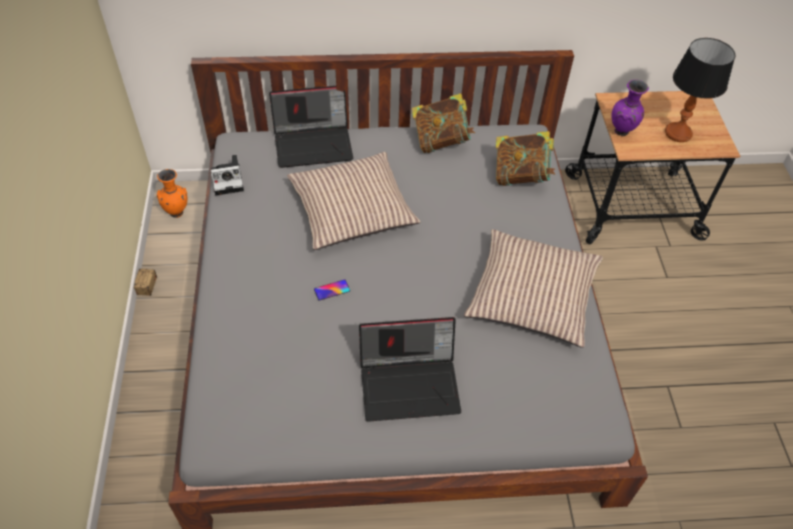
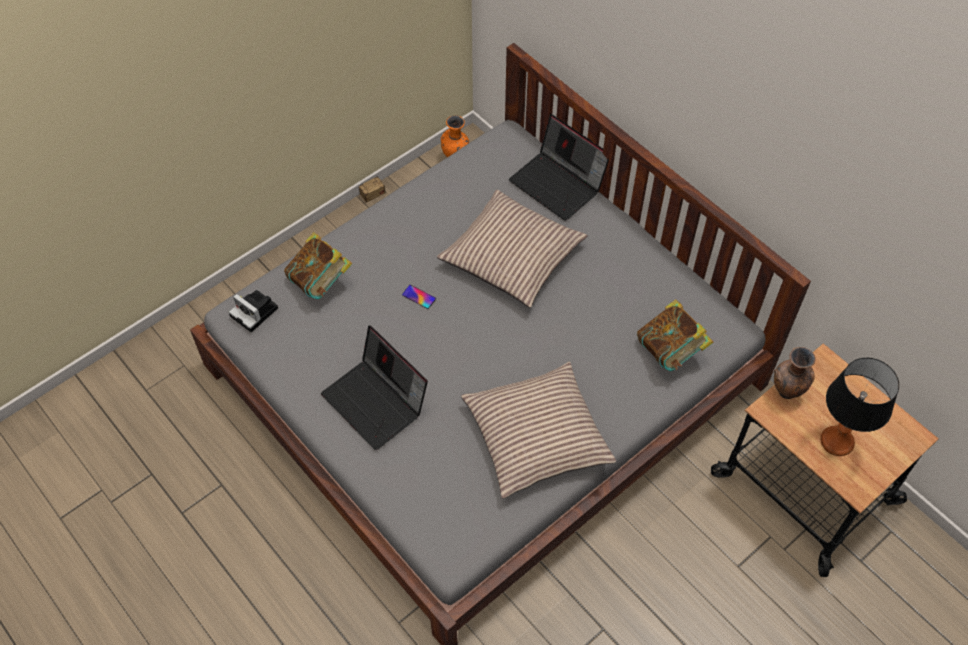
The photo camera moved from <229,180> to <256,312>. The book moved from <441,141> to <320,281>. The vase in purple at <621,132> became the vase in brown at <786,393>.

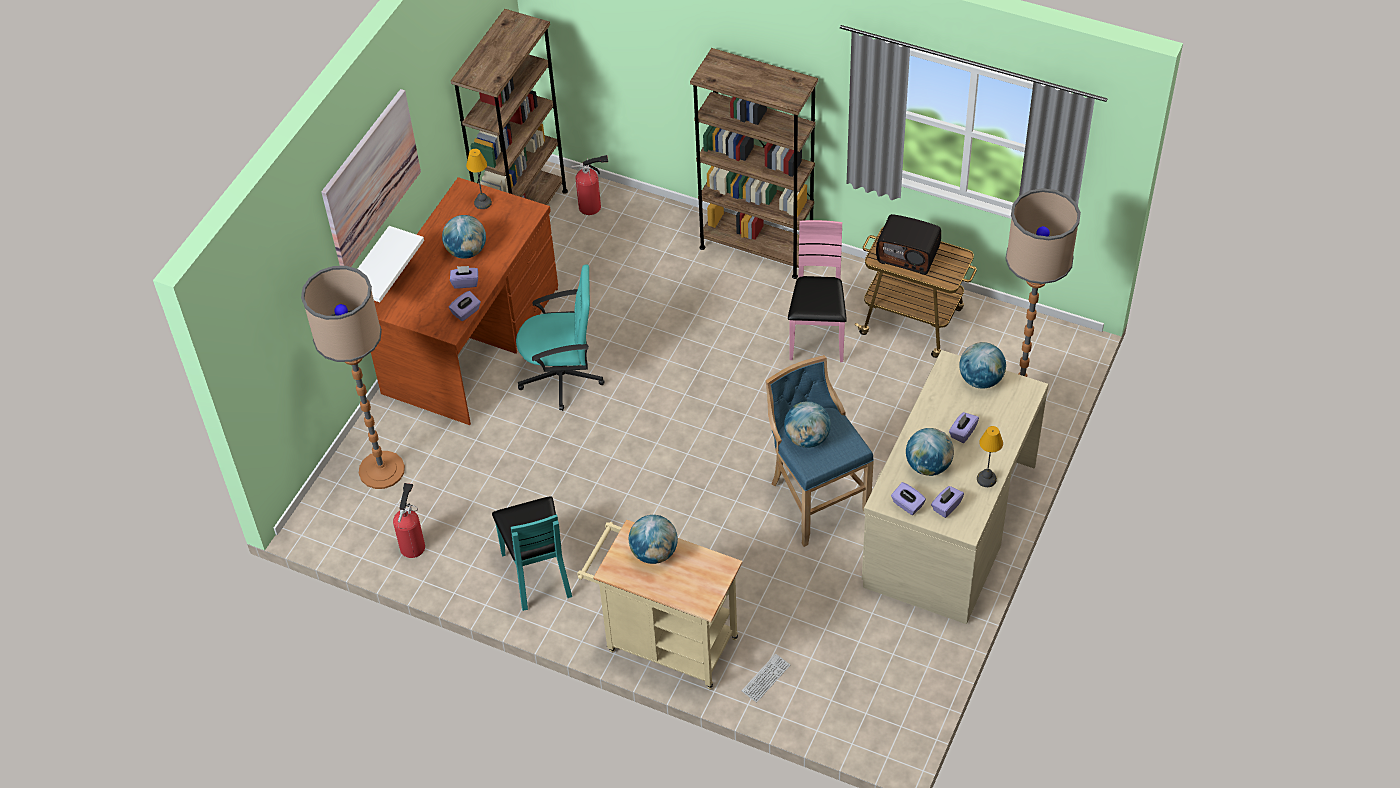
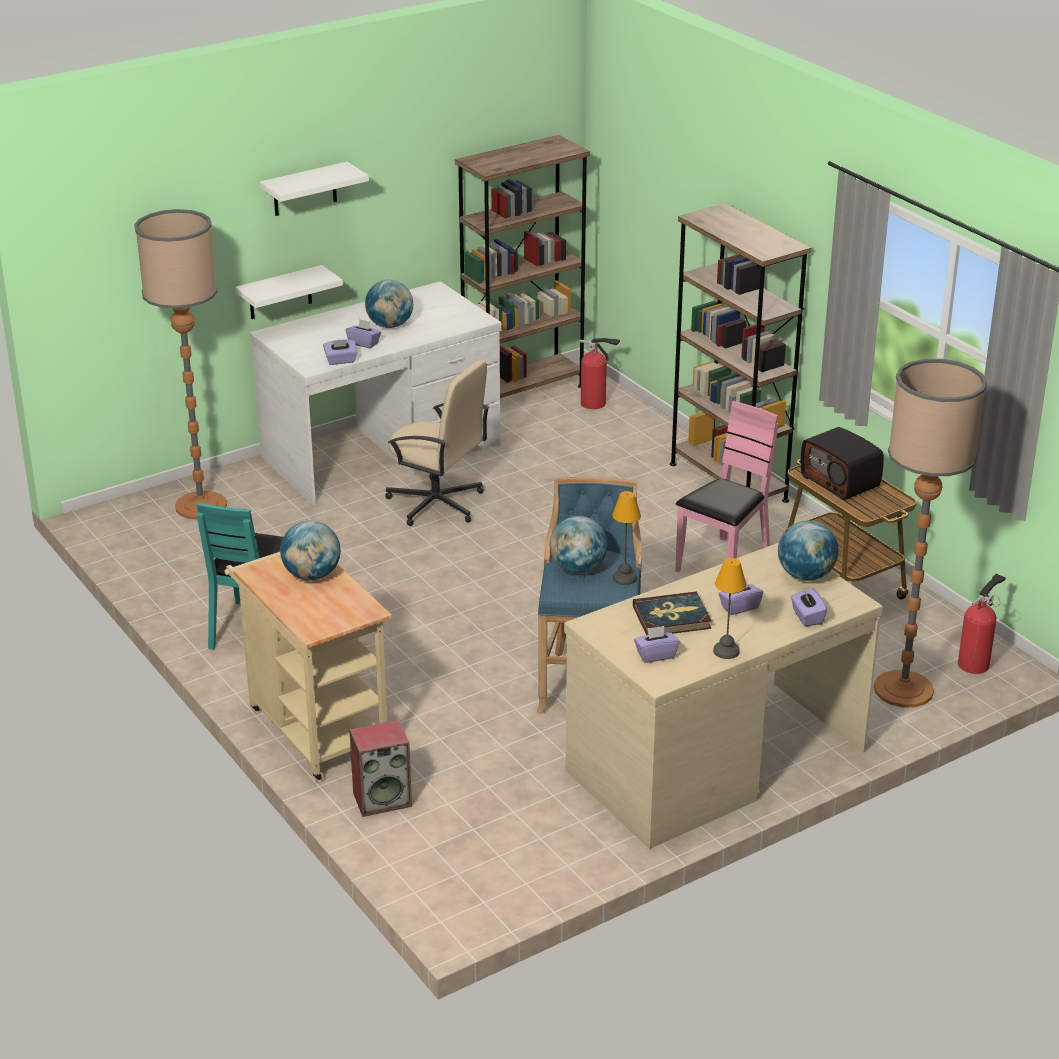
The fire extinguisher moved from <413,545> to <975,663>. The table lamp moved from <482,202> to <624,577>. The tissue box in purple moved from <907,505> to <807,617>. The picture at <370,180> was replaced by the shelf in white at <304,189>. The keyboard at <766,678> was replaced by the speaker at <383,799>. The globe at <928,466> was replaced by the book at <671,617>. The desk in brown at <472,340> became the desk in white at <382,452>. The office chair in turquoise at <563,376> became the office chair in beige at <437,504>.

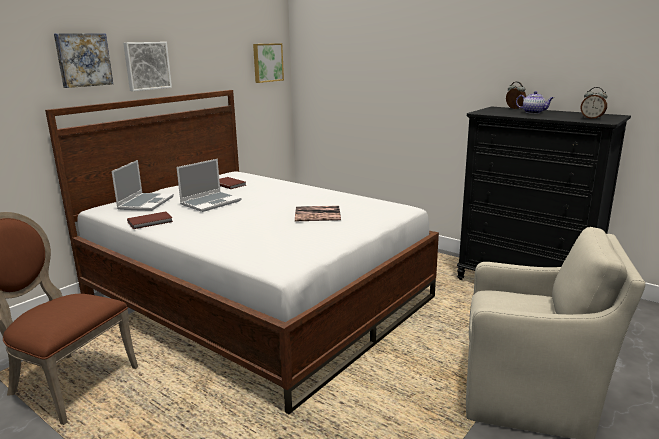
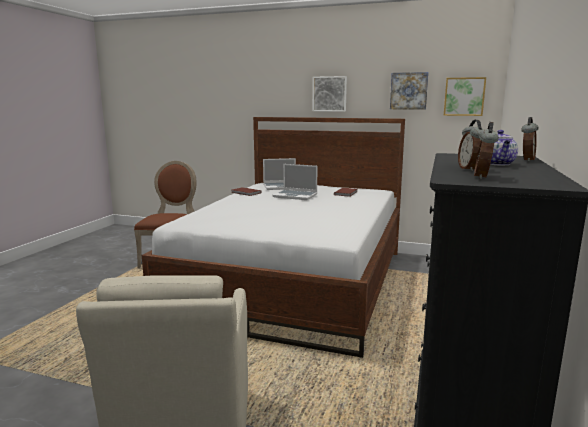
The book at <317,215> disappeared. The alarm clock at <469,169> appeared. The picture moved from <83,60> to <409,91>.

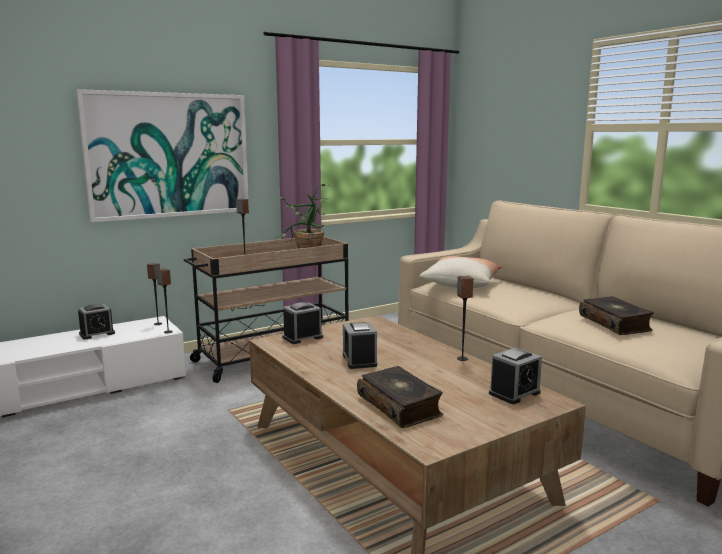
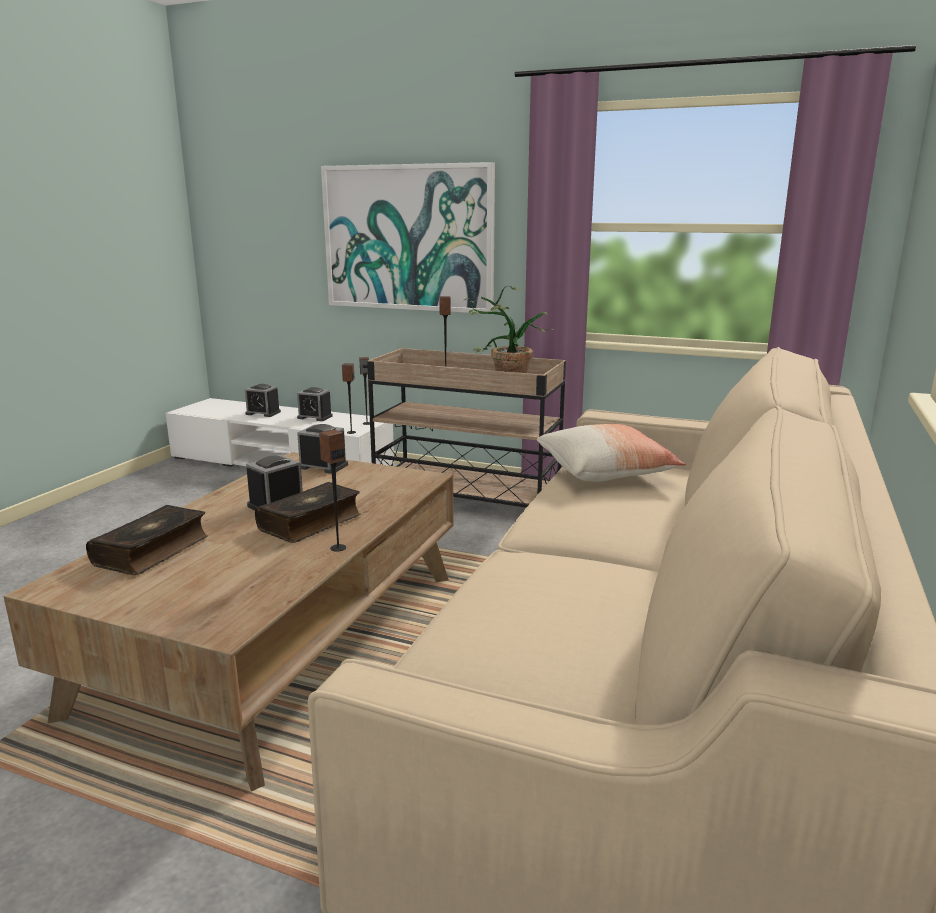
The alarm clock moved from <514,393> to <263,413>. The book moved from <615,323> to <311,523>.

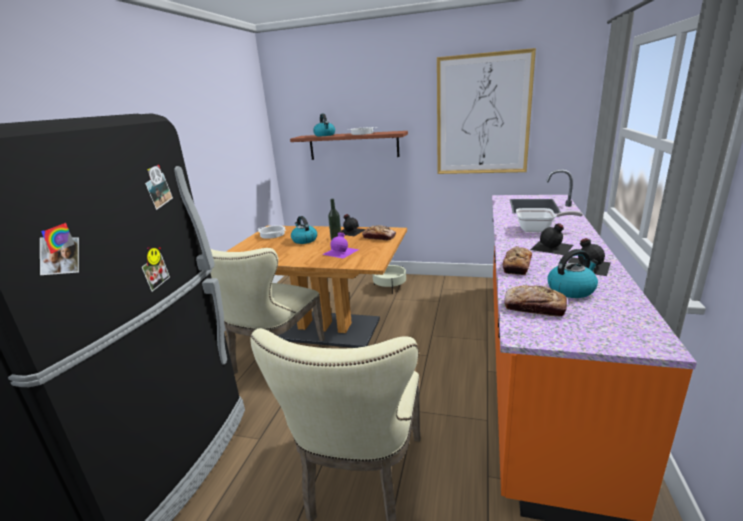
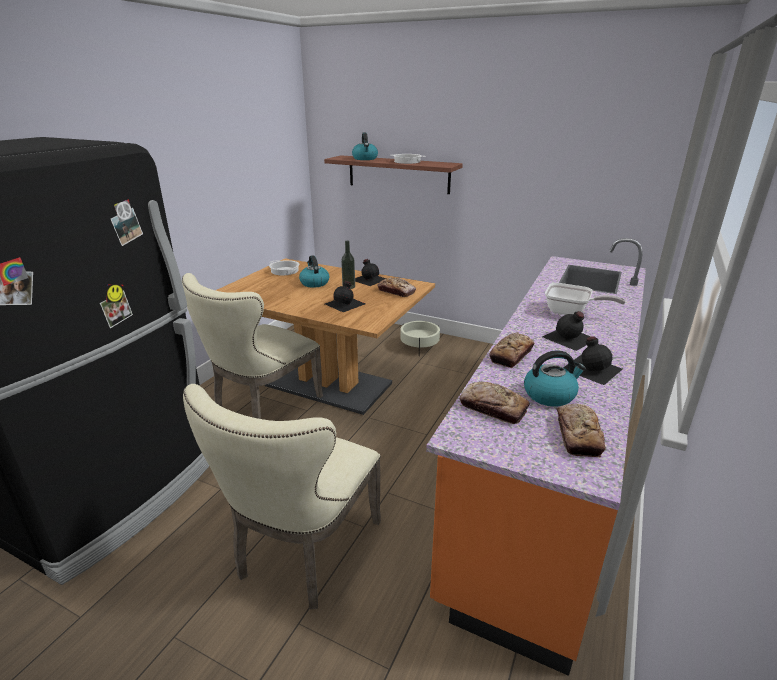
The picture at <482,115> disappeared. The bread at <578,435> appeared. The bottle in purple at <341,251> became the bottle in black at <345,303>.

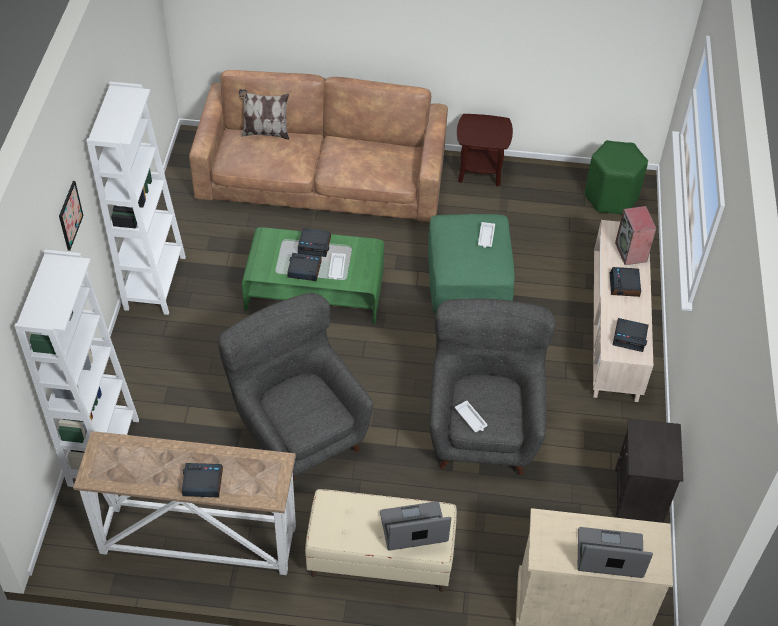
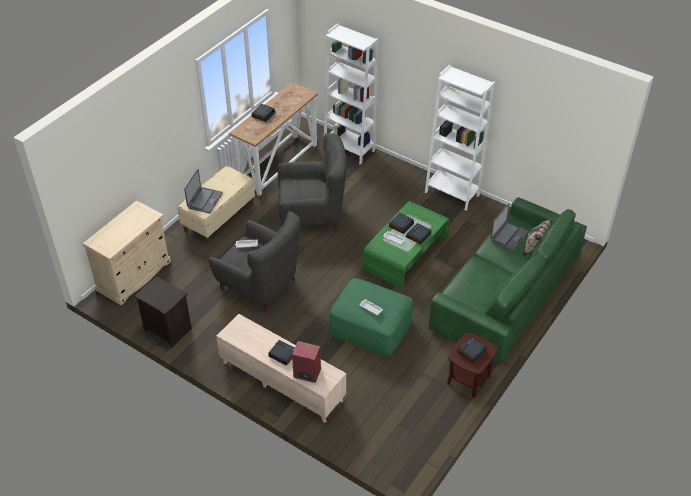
The picture at <70,215> disappeared. The stool in green at <610,197> disappeared. The laptop moved from <610,555> to <508,236>. The alarm clock moved from <630,337> to <471,352>. The sofa in brown at <322,177> became the sofa in green at <505,292>.

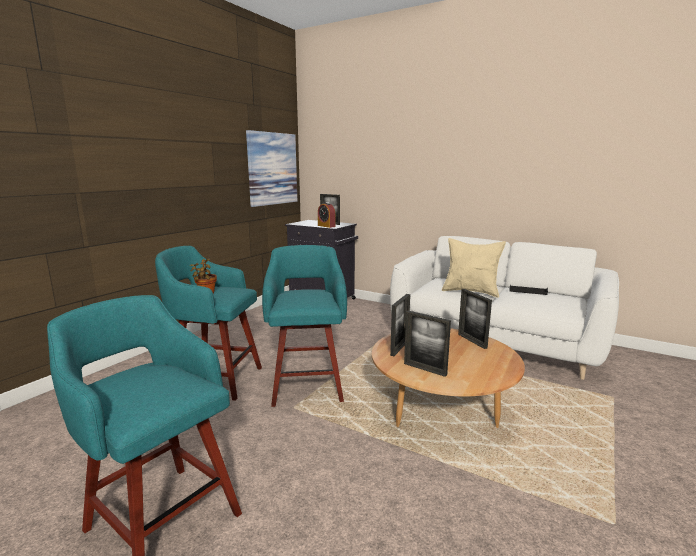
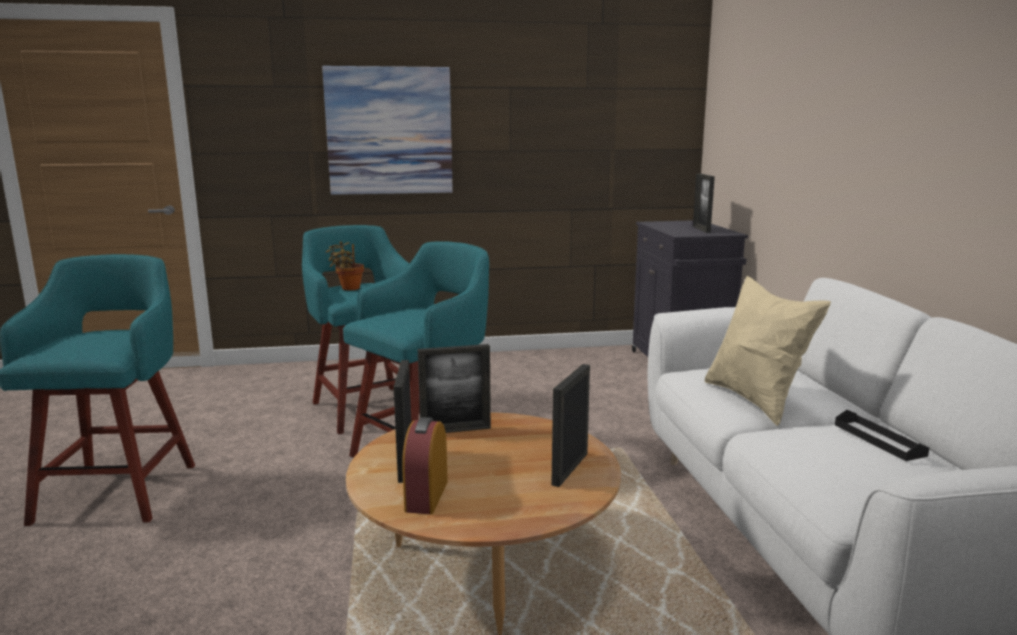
The picture moved from <272,169> to <389,131>. The alarm clock moved from <326,226> to <426,496>.

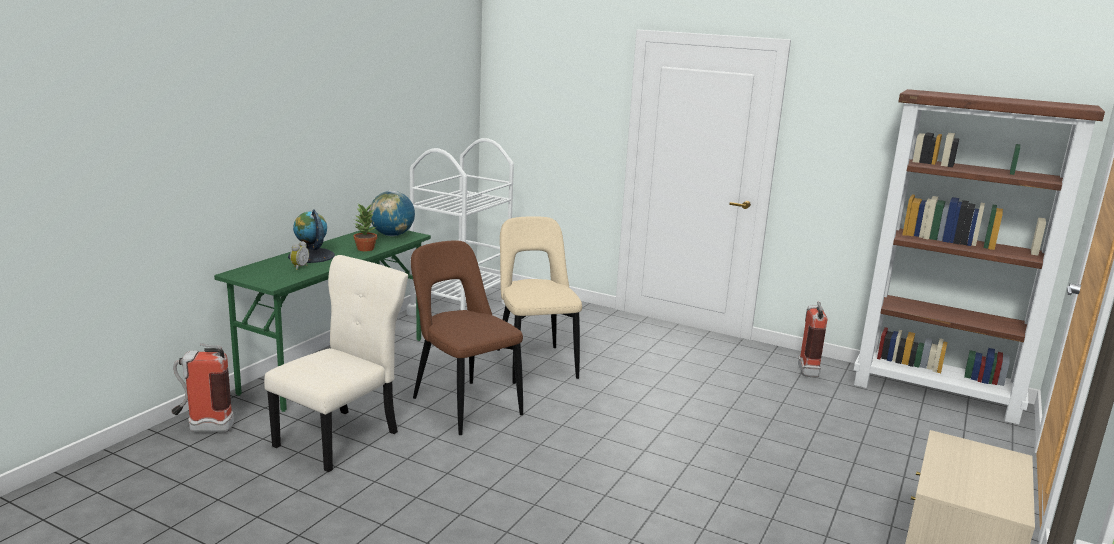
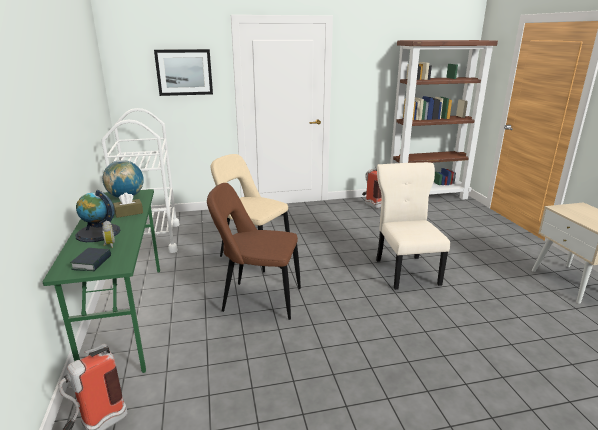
The book at <92,263> appeared. The picture at <184,72> appeared. The chair in beige moved from <341,438> to <406,270>. The potted plant at <365,249> was replaced by the tissue box in brown at <129,213>.

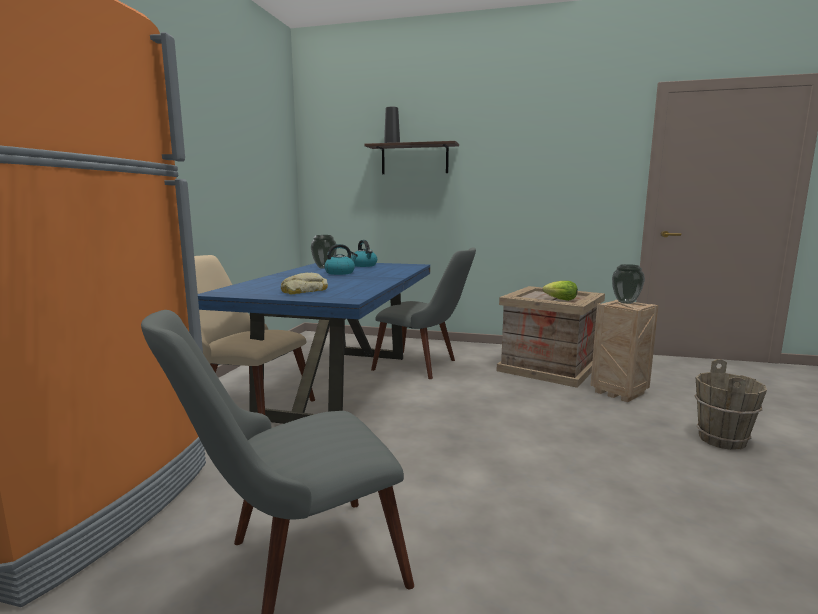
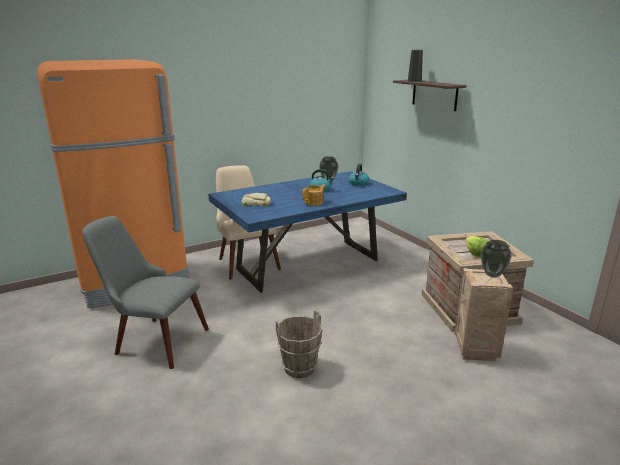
The chair in grey at <425,366> disappeared. The teapot at <314,202> appeared. The bucket in brown moved from <722,440> to <299,368>.

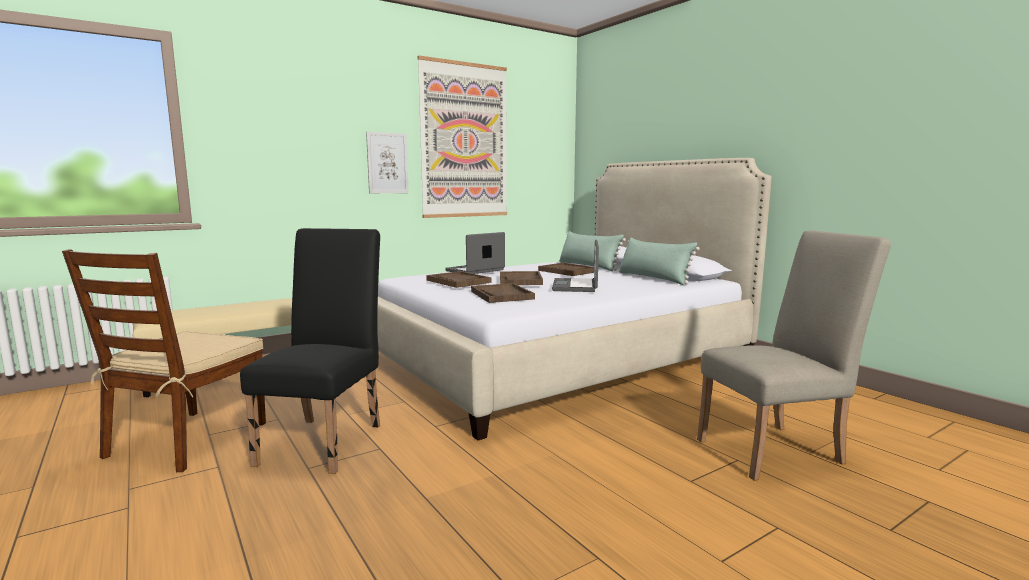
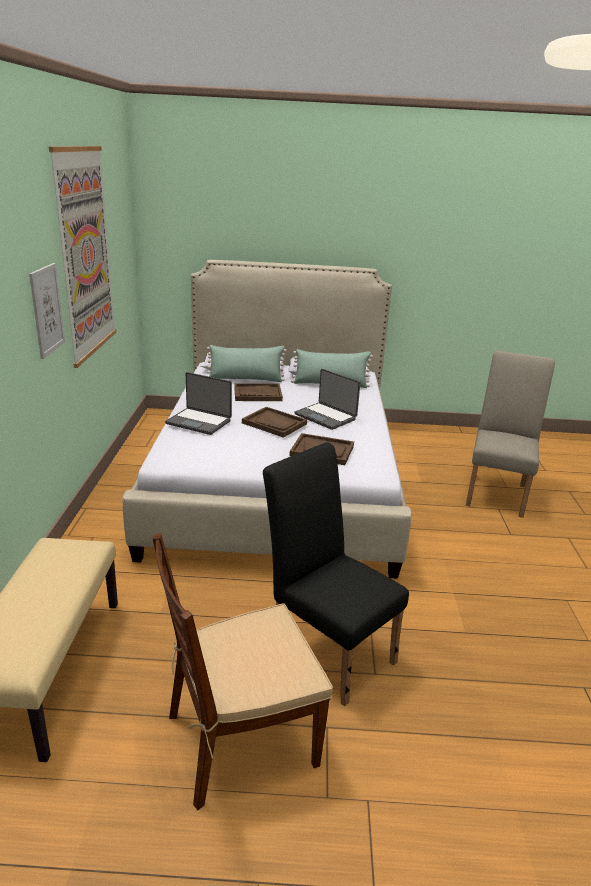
The tray in brown at <458,281> disappeared. The chair in brown at <187,440> turned 105 degrees clockwise. The laptop at <475,270> turned 60 degrees counterclockwise.

